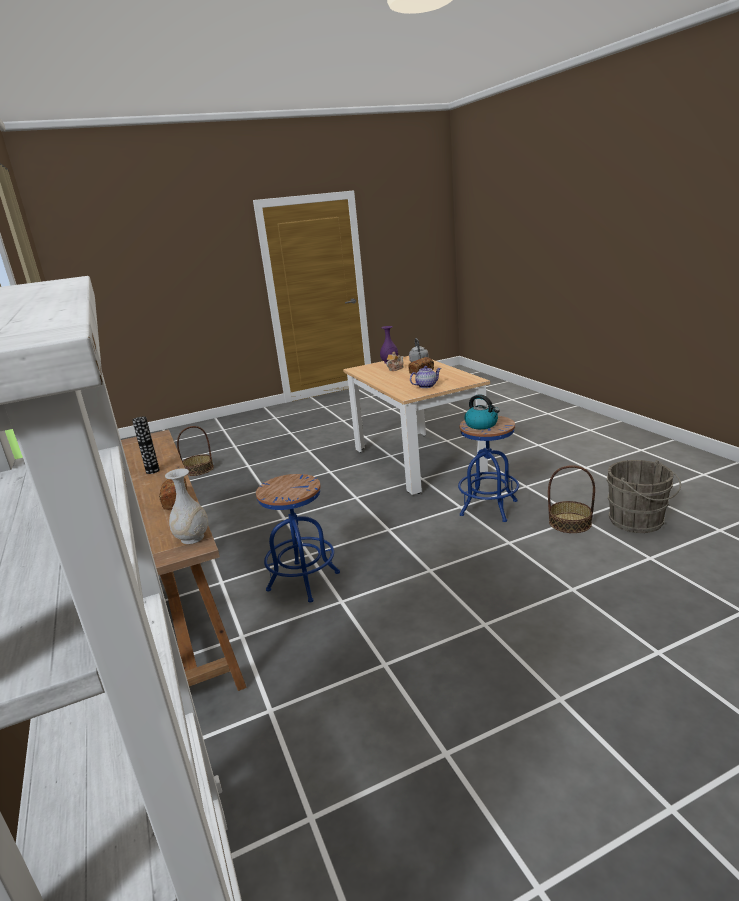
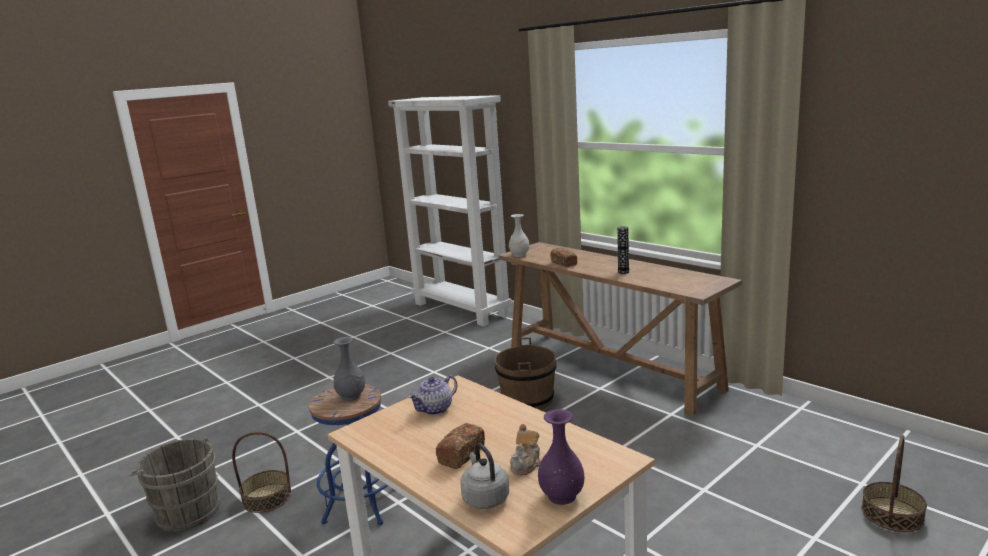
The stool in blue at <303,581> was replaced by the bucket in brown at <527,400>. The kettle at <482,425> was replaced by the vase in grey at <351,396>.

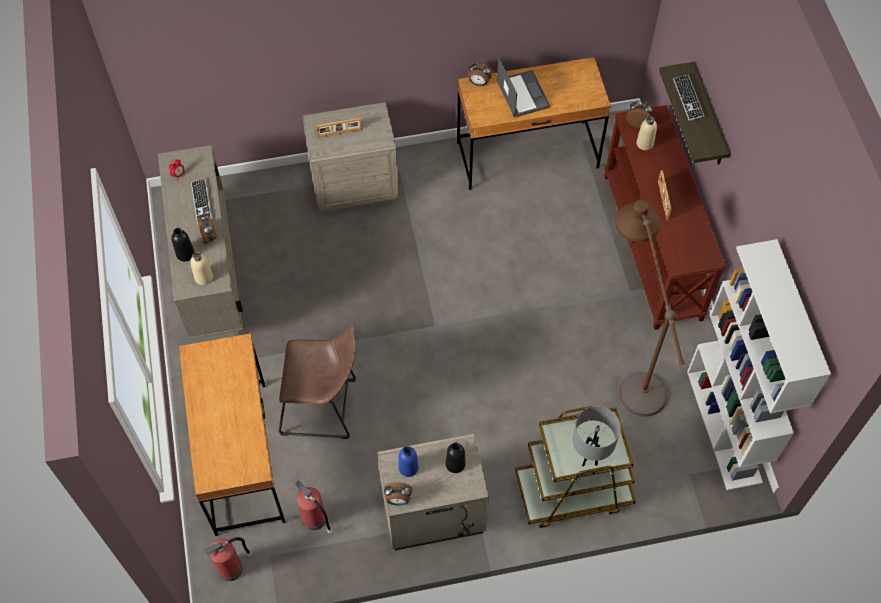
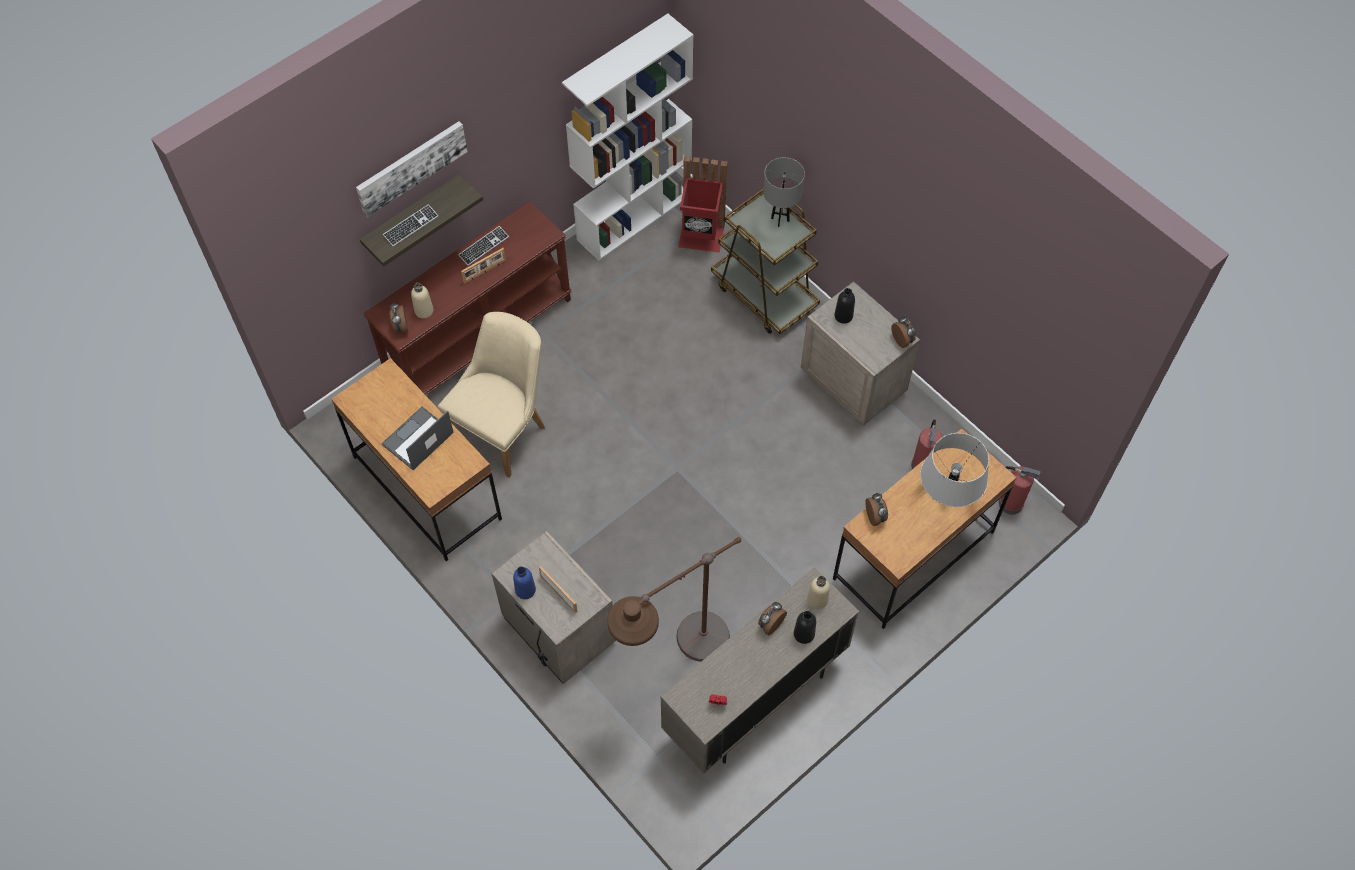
The stool in brown at <323,408> disappeared. The picture at <411,167> appeared. The chair in beige at <504,428> appeared. The trash can in red at <701,237> appeared. The table lamp in grey at <946,497> appeared. The keyboard moved from <201,202> to <483,246>. The bottle in blue moved from <408,468> to <525,590>. The alarm clock moved from <479,83> to <875,517>. The floor lamp in brown moved from <630,364> to <677,663>.

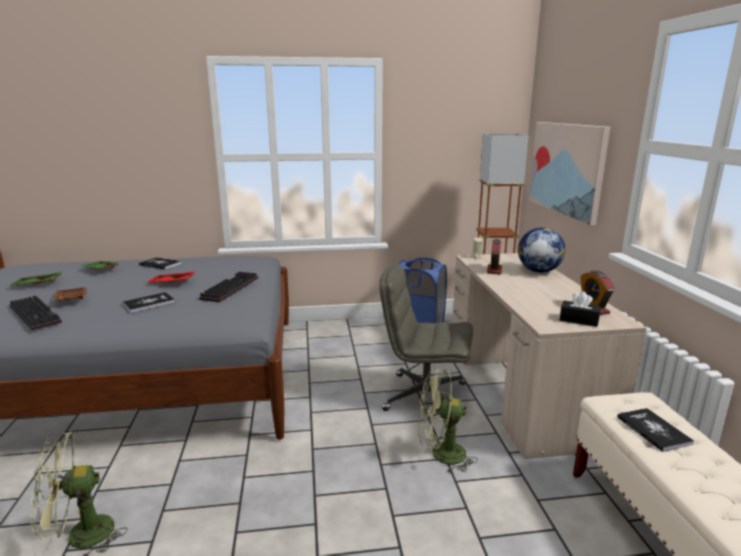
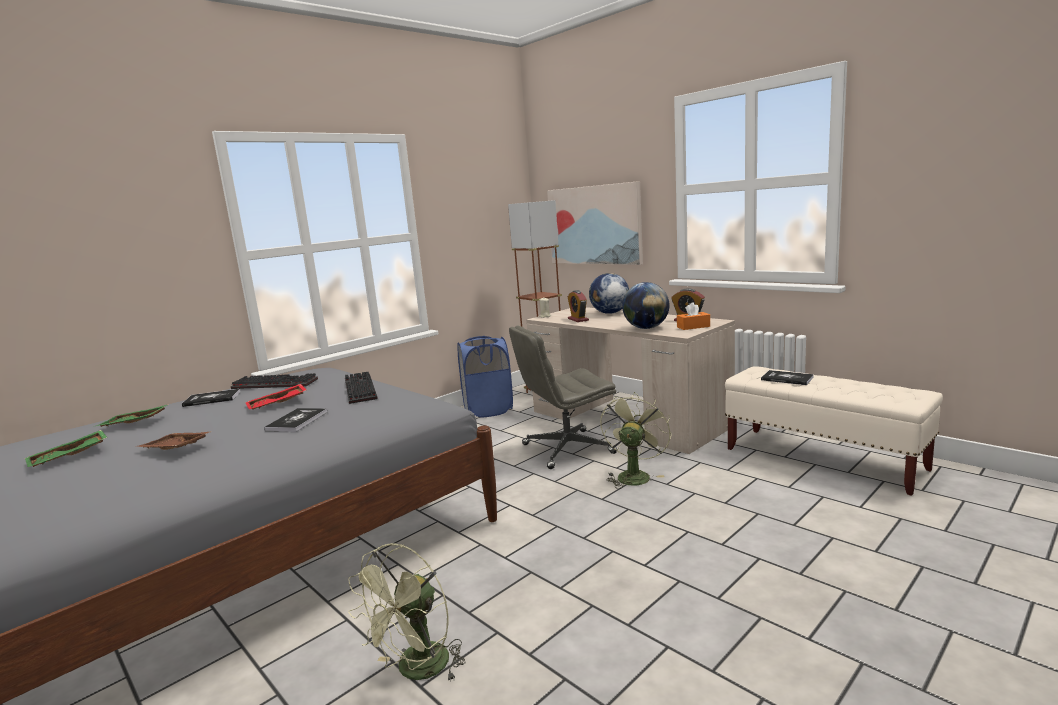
The globe at <646,328> appeared. The keyboard moved from <37,314> to <277,383>. The tissue box in black at <578,320> became the tissue box in orange at <693,327>. The fan in green at <440,455> turned 150 degrees clockwise.

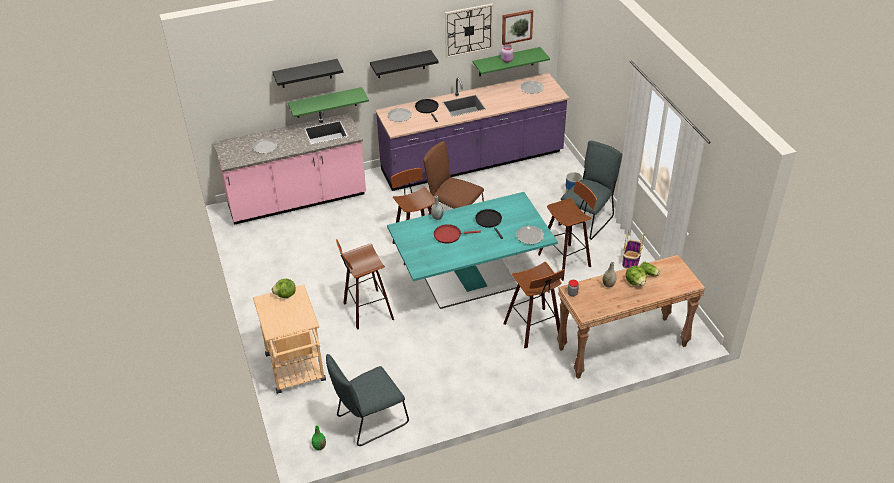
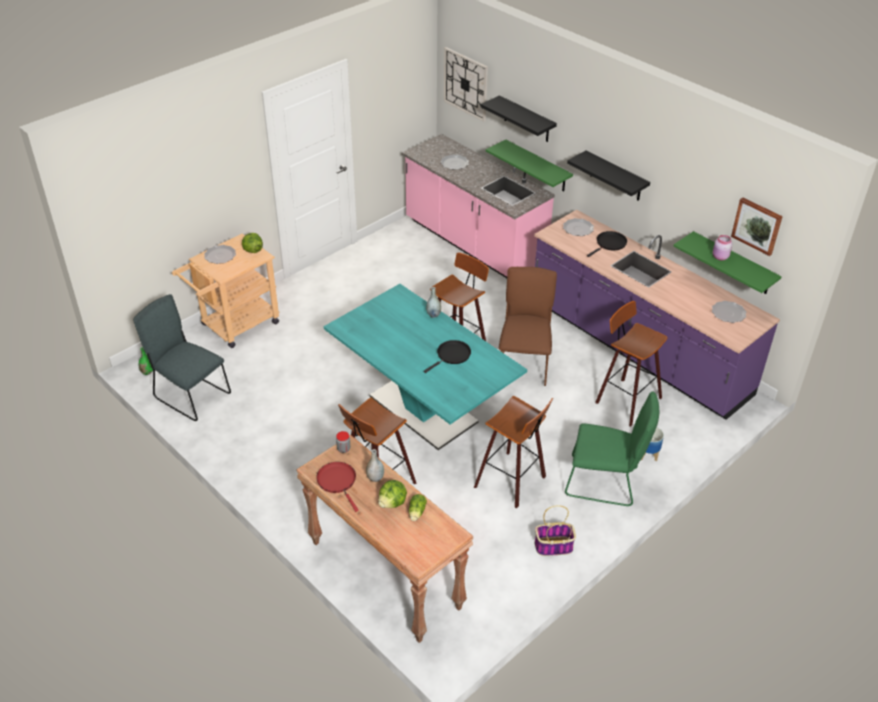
The stool moved from <366,310> to <625,400>. The frying pan in red moved from <449,235> to <338,481>. The wall clock moved from <468,30> to <466,84>. The plate moved from <529,236> to <220,256>. The chair in grey at <587,220> became the chair in green at <605,483>.

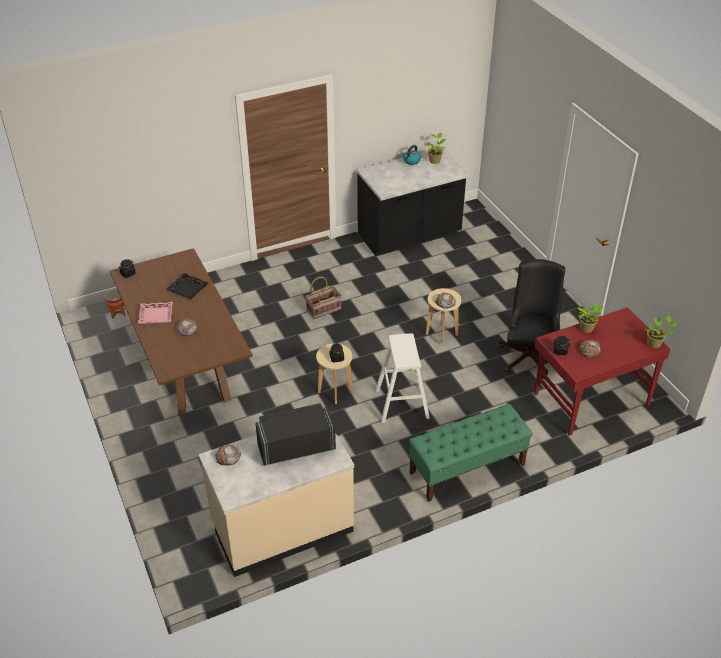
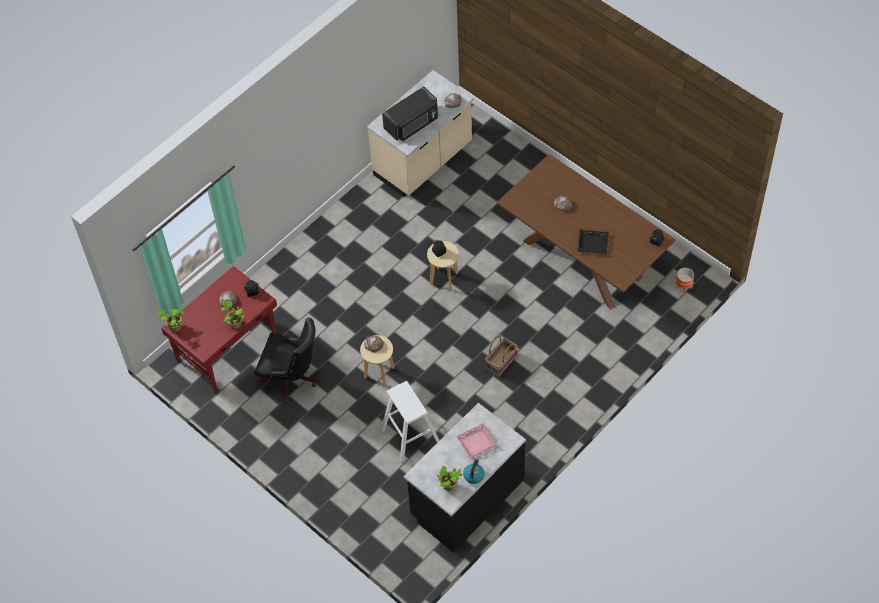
The bench in green at <467,469> disappeared. The tray in pink moved from <156,315> to <476,442>. The stool in white moved from <401,403> to <410,435>. The office chair in black at <529,355> turned 60 degrees counterclockwise.

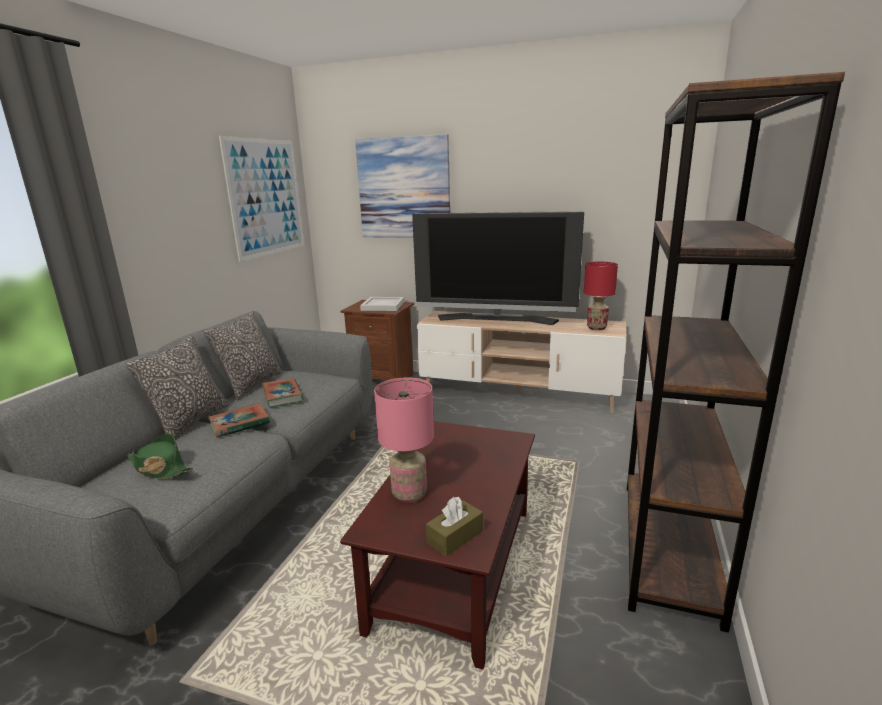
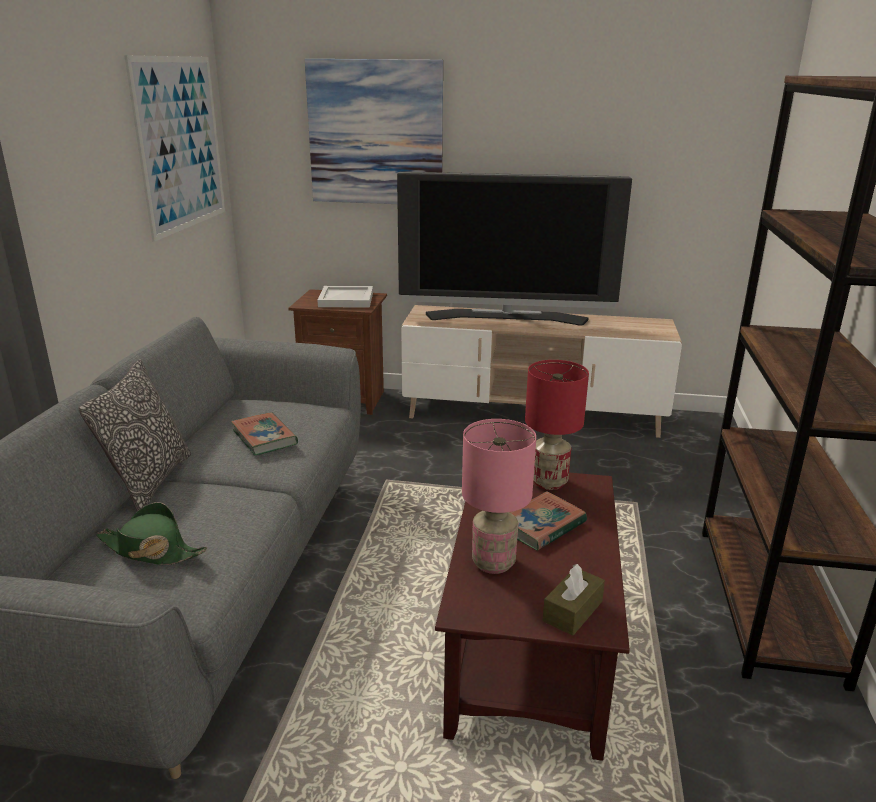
The pillow at <251,385> disappeared. The book moved from <239,424> to <542,525>. The table lamp in red moved from <596,328> to <549,482>.

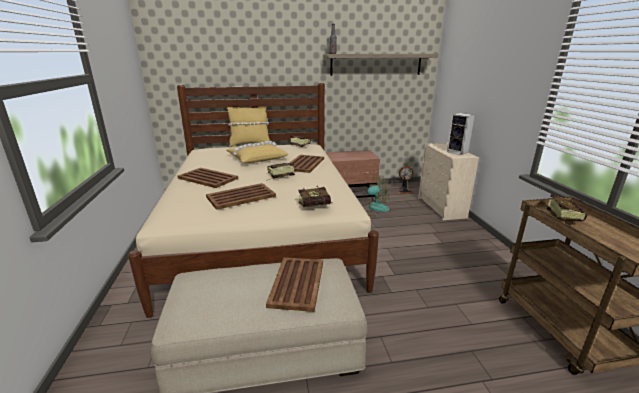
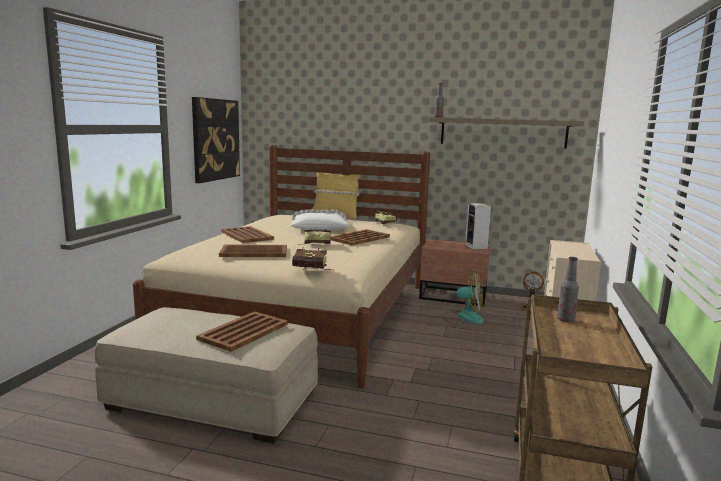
The picture at <215,139> appeared. The speaker moved from <458,152> to <476,247>. The book at <561,217> was replaced by the bottle at <565,320>. The pillow in yellow at <256,158> became the pillow in white at <318,227>.

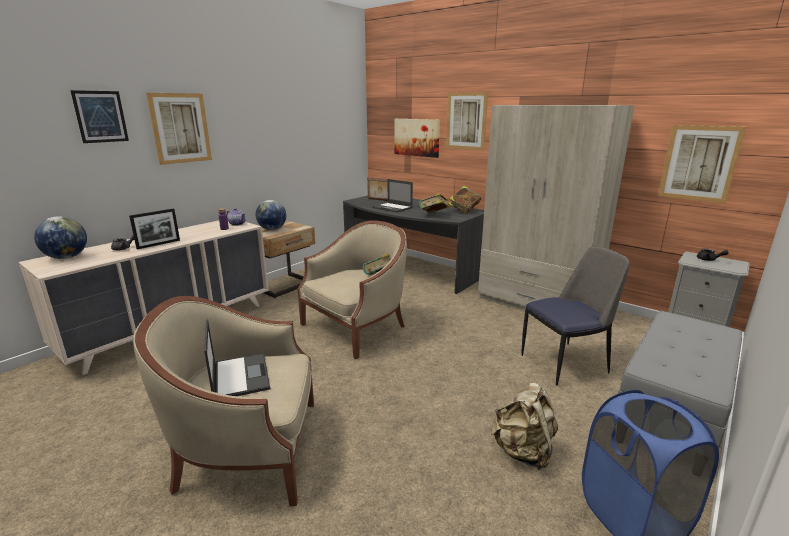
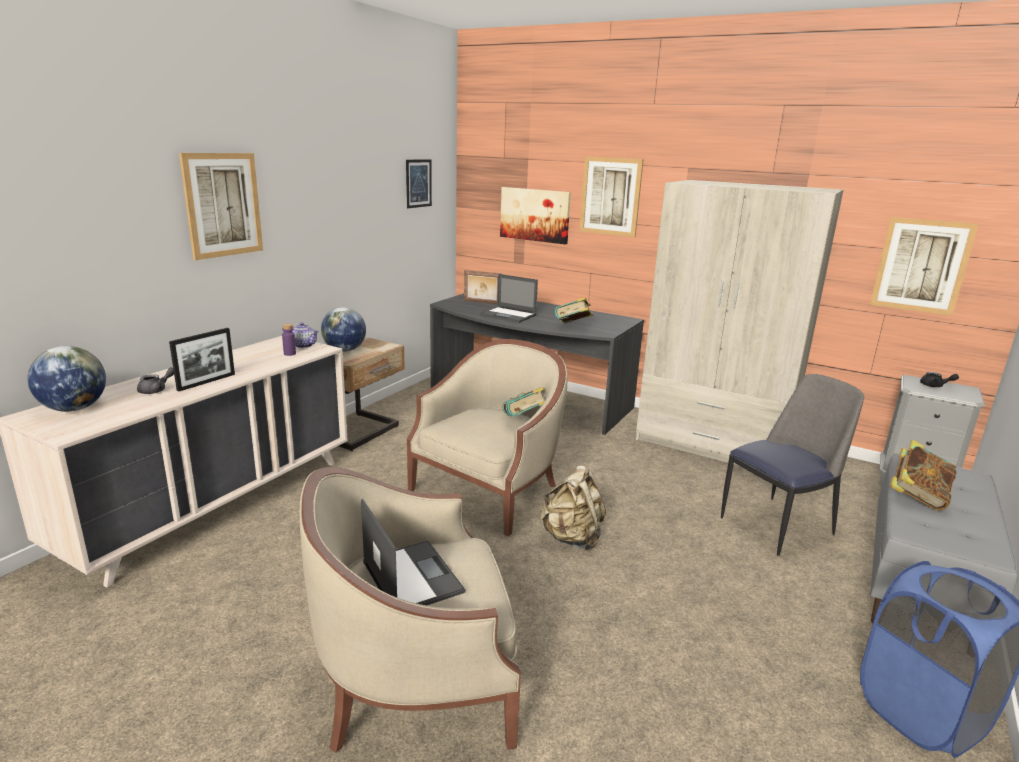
The picture moved from <100,116> to <418,183>. The book moved from <464,211> to <917,496>. The backpack in beige moved from <523,452> to <572,538>.

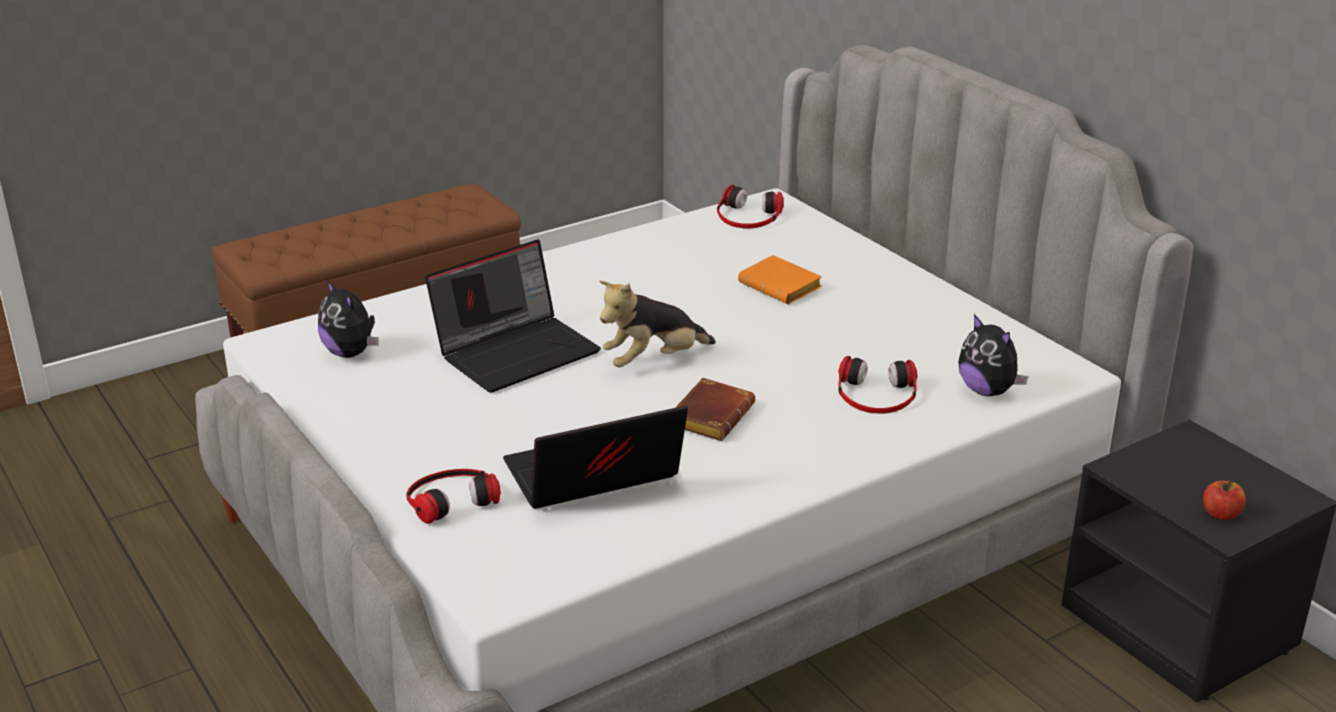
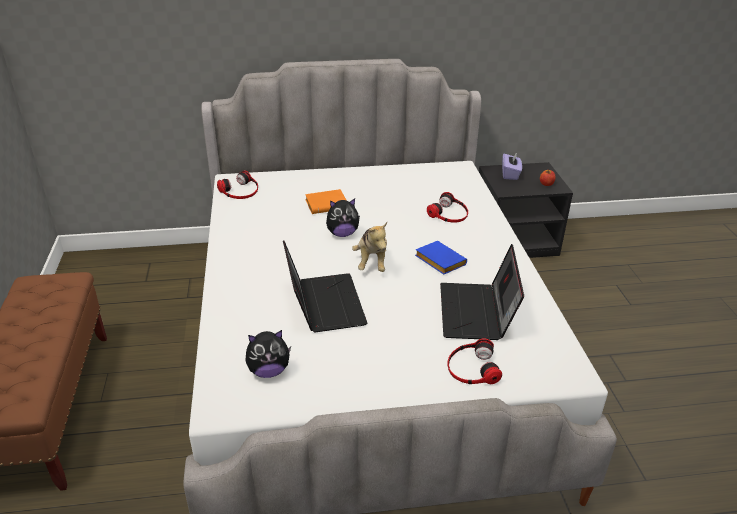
The tissue box in purple at <510,174> appeared. The plush toy moved from <987,391> to <342,234>. The book in brown at <710,415> became the book in blue at <438,261>.

